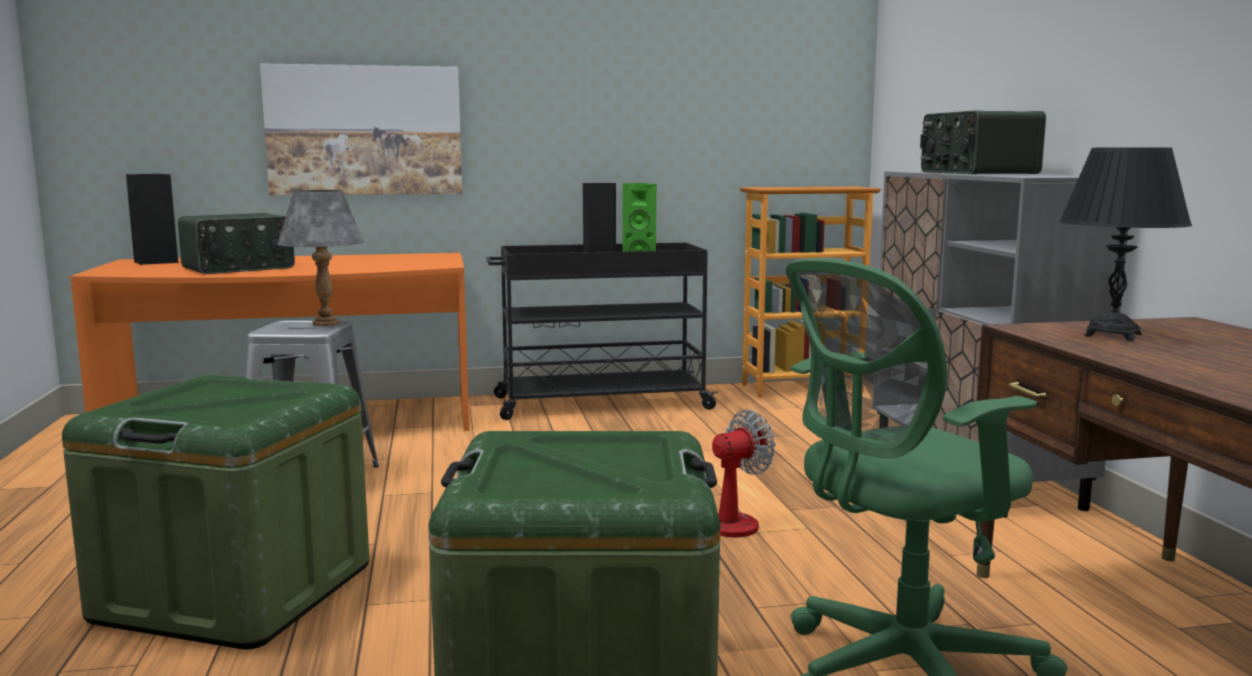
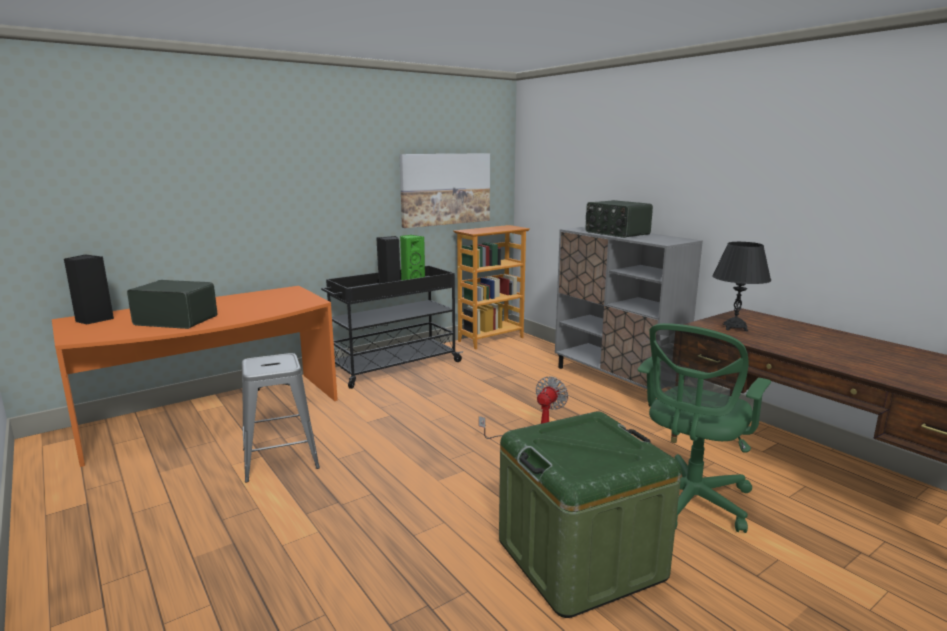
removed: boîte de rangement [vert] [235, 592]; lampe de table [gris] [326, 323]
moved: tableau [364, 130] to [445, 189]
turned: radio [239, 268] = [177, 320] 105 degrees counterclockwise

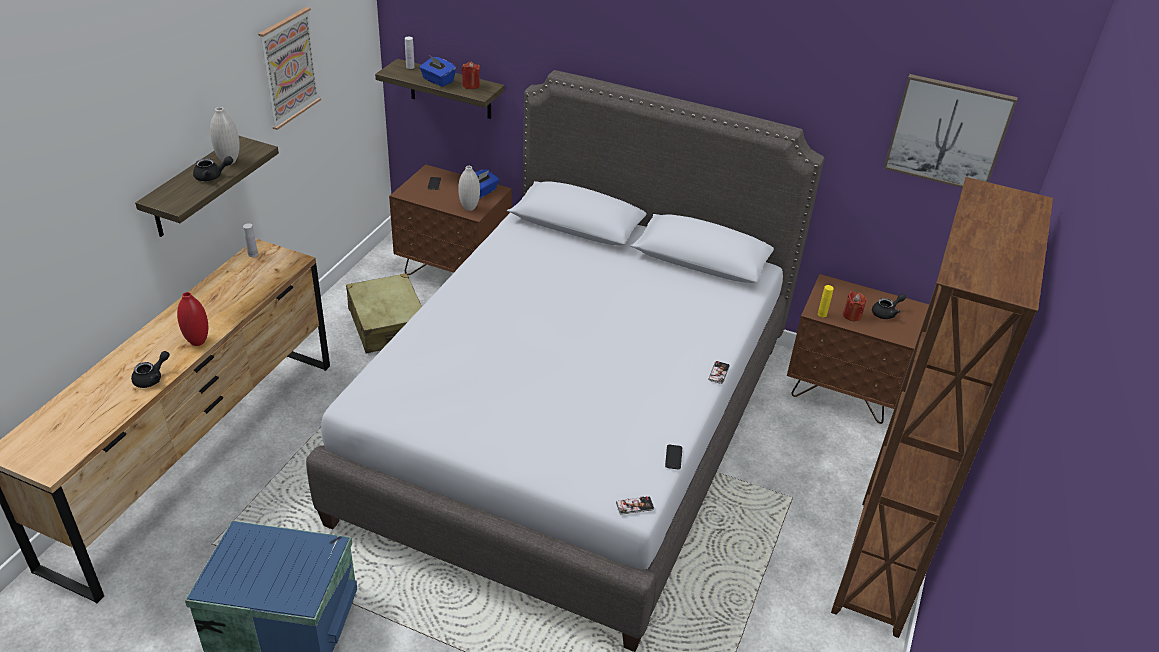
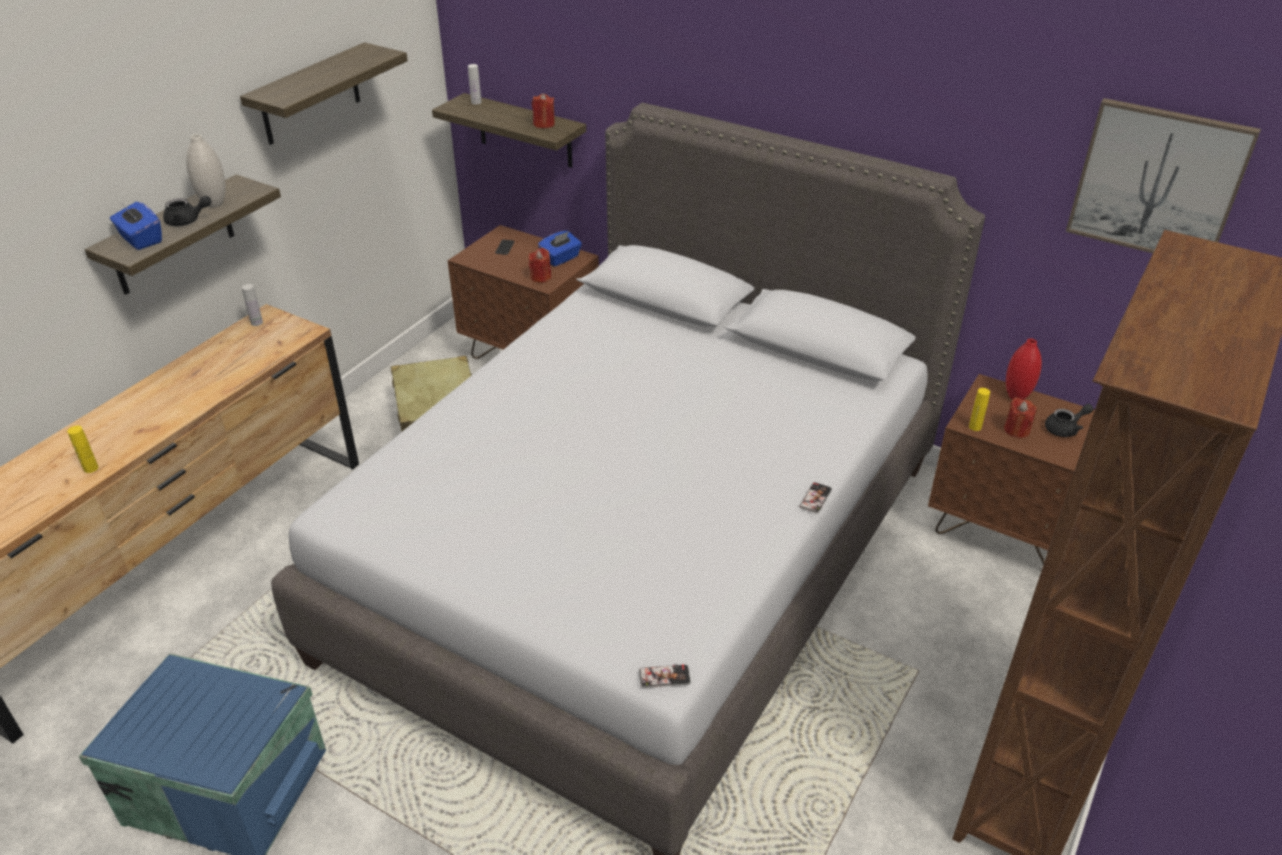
removed: téléphone [673, 457]
moved: boîte à mouchoirs [bleu] [437, 81] to [140, 239]; vase [rouge] [198, 342] to [1016, 397]
replaced: théière [noir] [152, 378] to bouteille [jaune] [91, 468]; tableau [289, 68] to étagère [310, 95]; vase [blanc] [469, 208] to bougie [rouge] [541, 277]

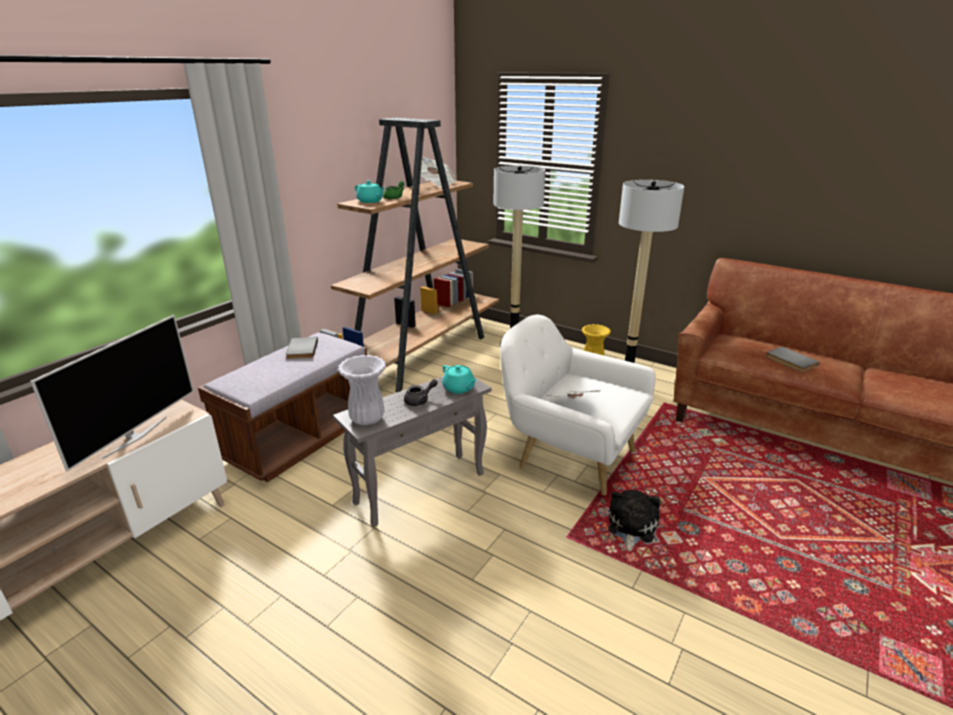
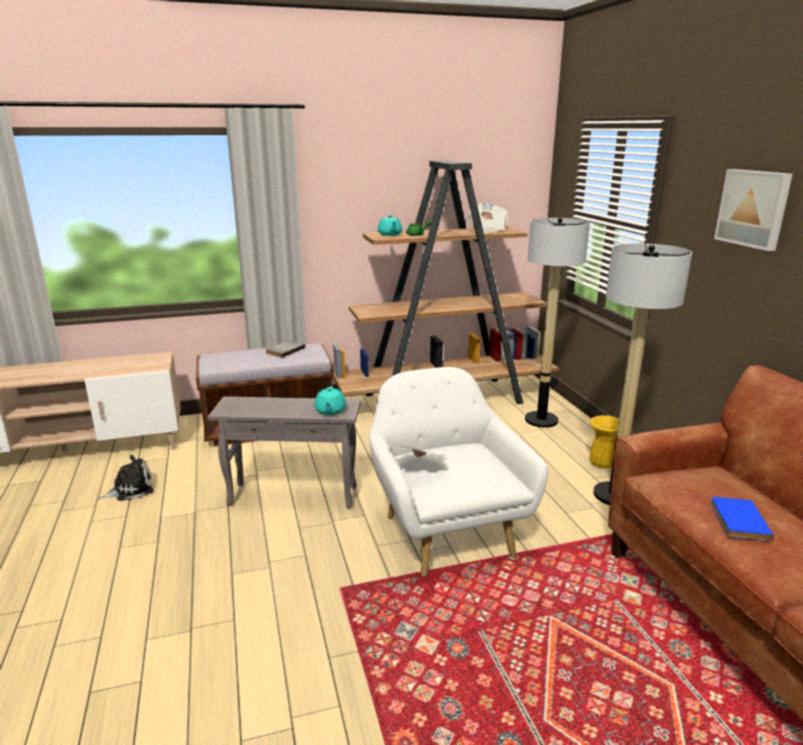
removed: téléviseur [135, 436]; vase [blanc] [368, 418]; théière [gris] [420, 400]
added: tableau [754, 208]
moved: peluche [630, 528] to [131, 489]
recoloured: livre [gris] [790, 361] to livre [bleu] [737, 520]

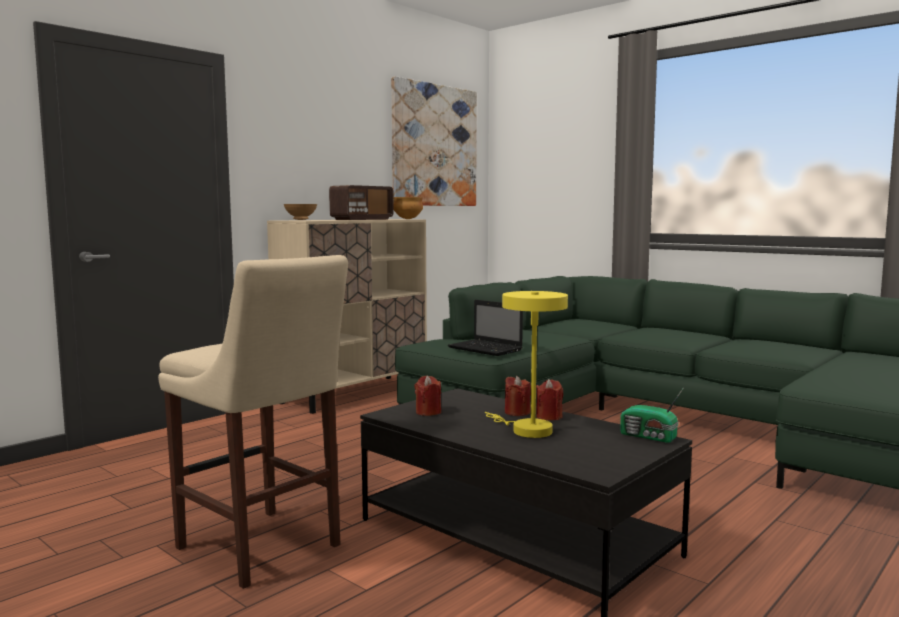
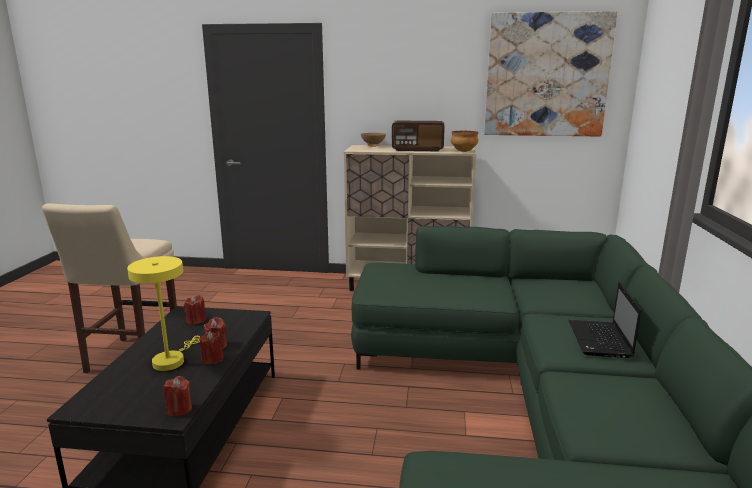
moved: ordinateur portable [486, 349] to [600, 340]
replaced: radio [649, 437] to bougie [rouge] [179, 409]

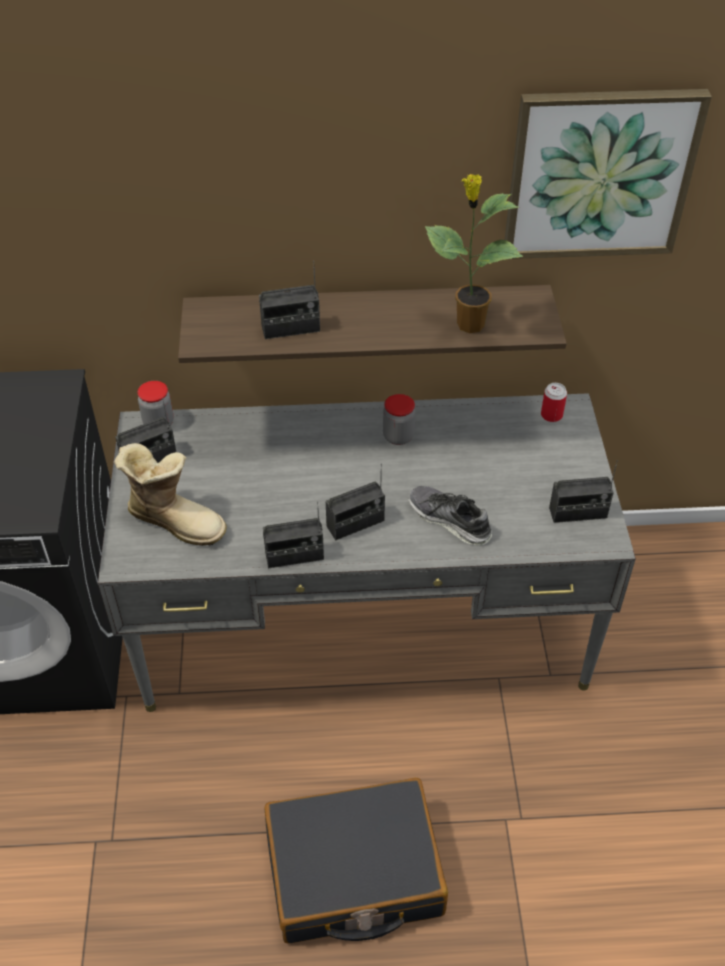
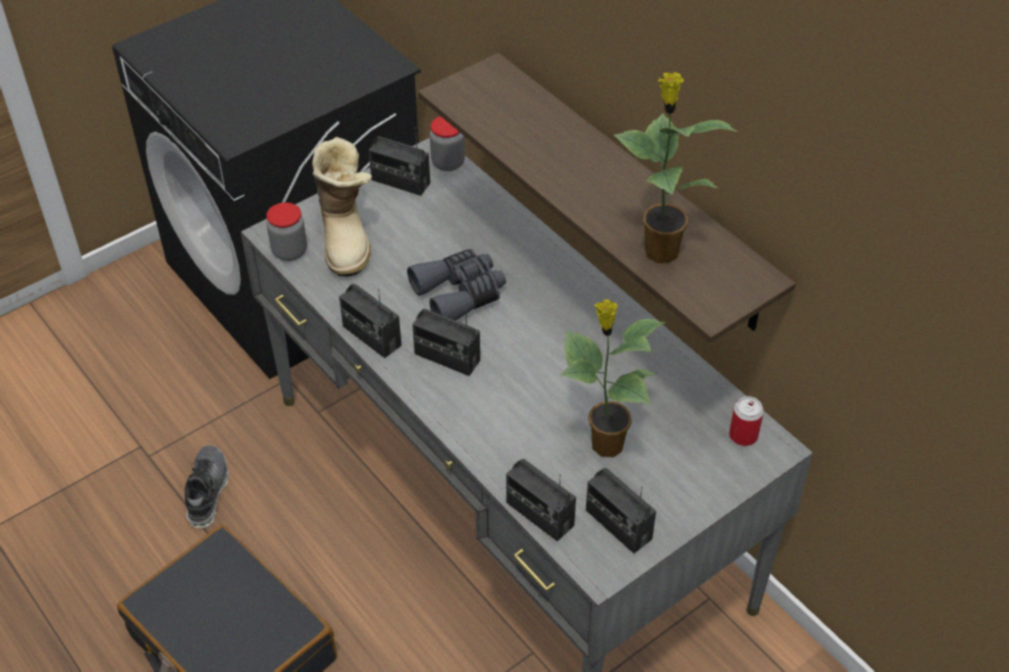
removed: tableau [599, 174]
added: jumelles [gris] [460, 294]; plante en pot [605, 444]
moved: chaussure [449, 520] to [207, 491]; bocal [398, 436] to [289, 251]; radio [290, 329] to [539, 514]

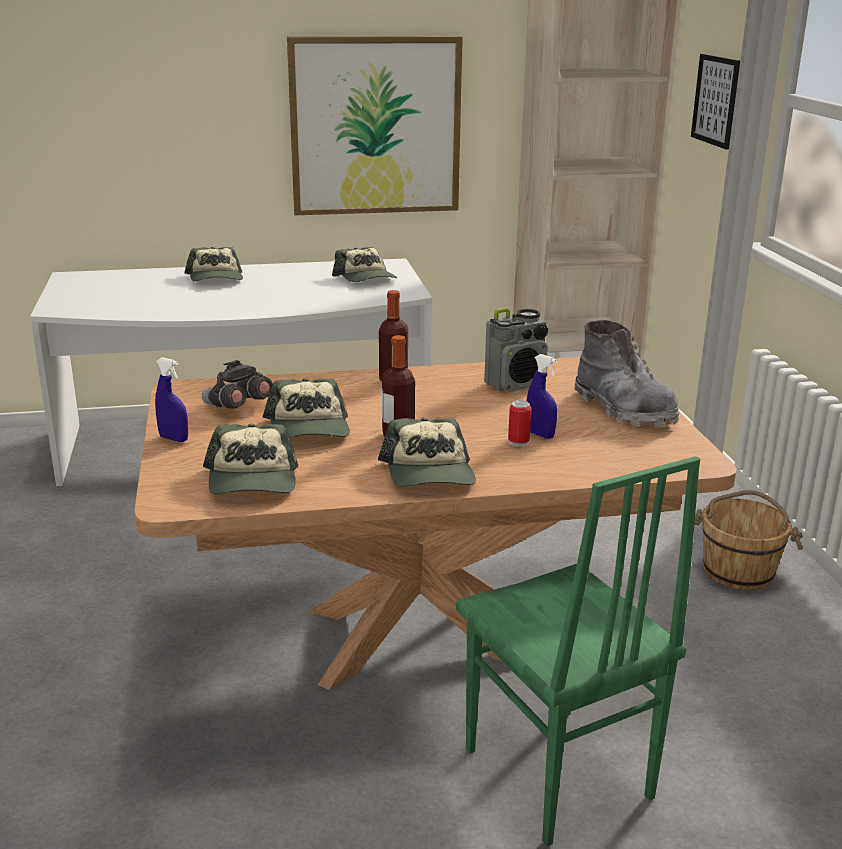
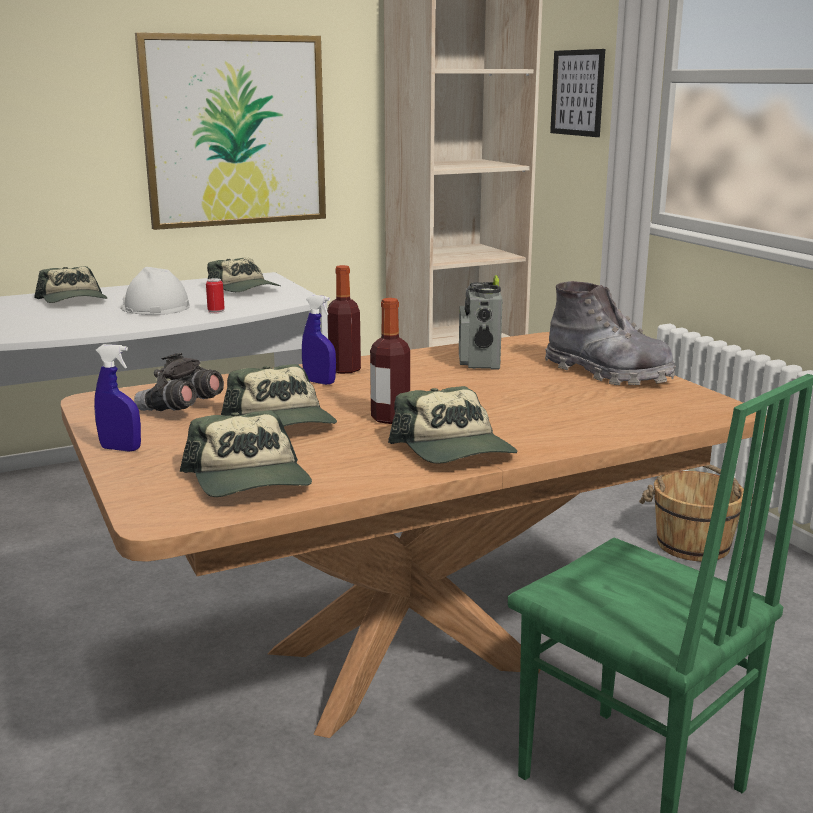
added: casque de chantier [blanc] [155, 307]
moved: boîte métallique [518, 442] to [216, 311]; vaporisateur [bleu] [540, 434] to [319, 382]
turned: radio [516, 384] = [479, 362] 135 degrees clockwise

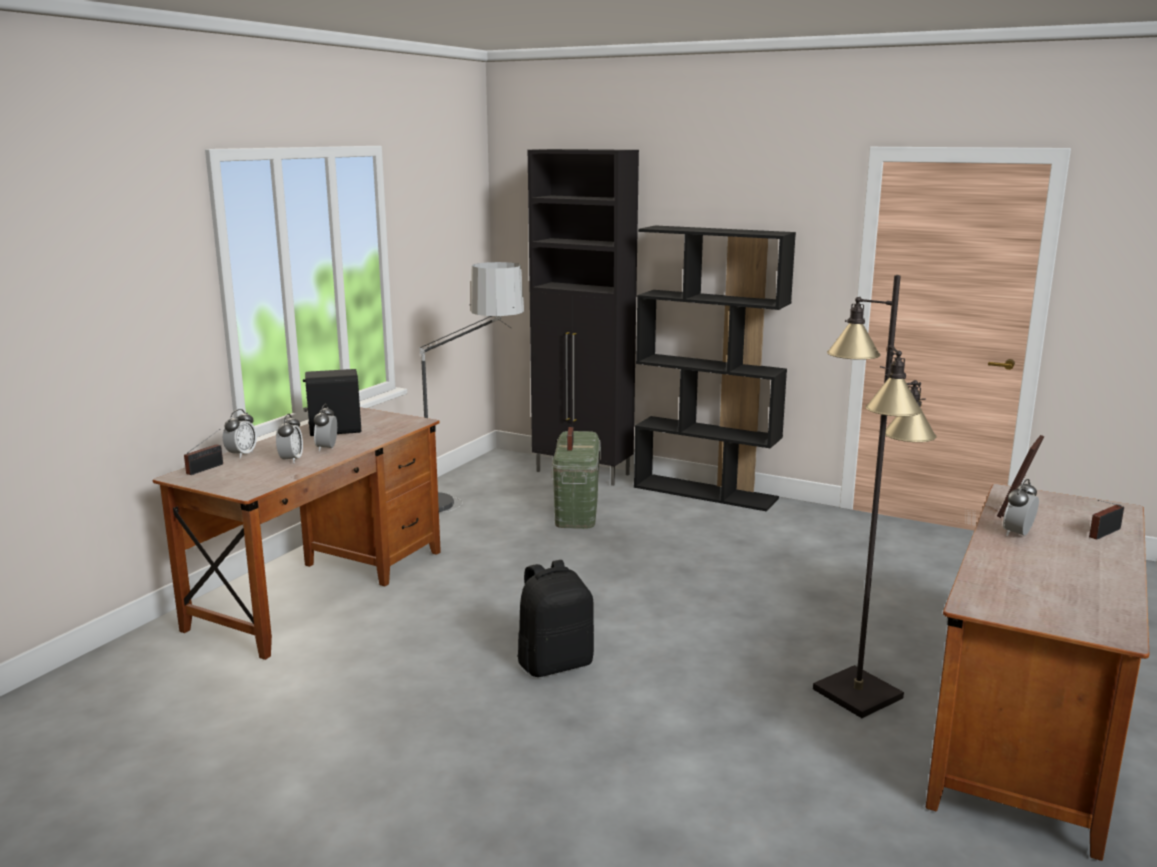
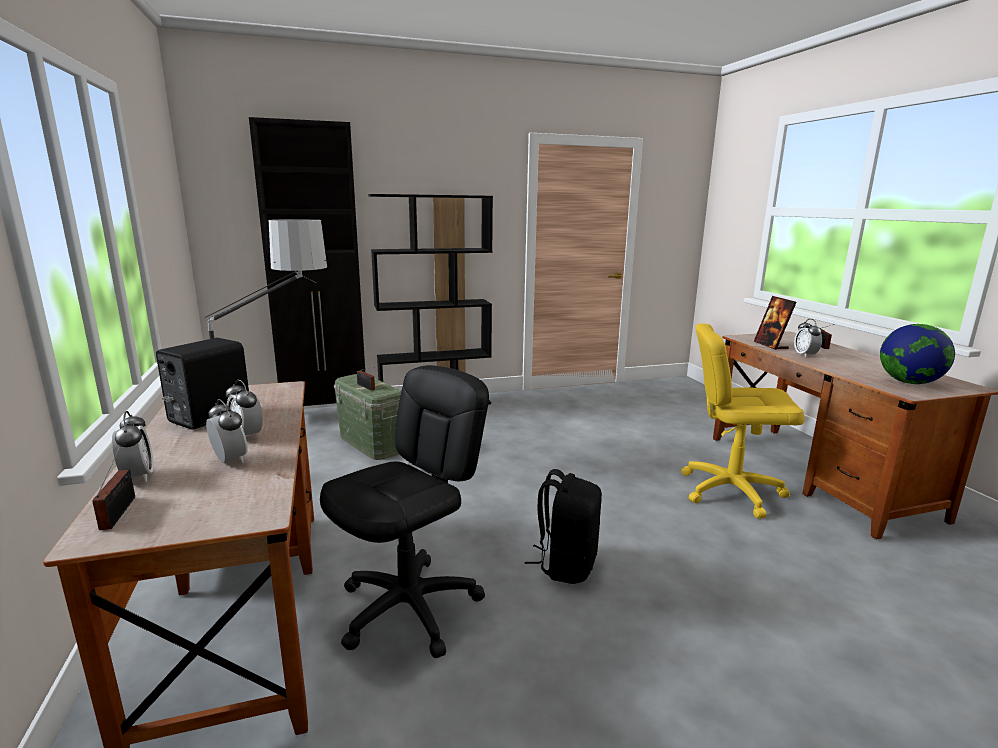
added: chaise de bureau [noir] [410, 608]; globe [909, 382]
replaced: lampadaire [noir] [857, 693] to chaise de bureau [jaune] [730, 491]

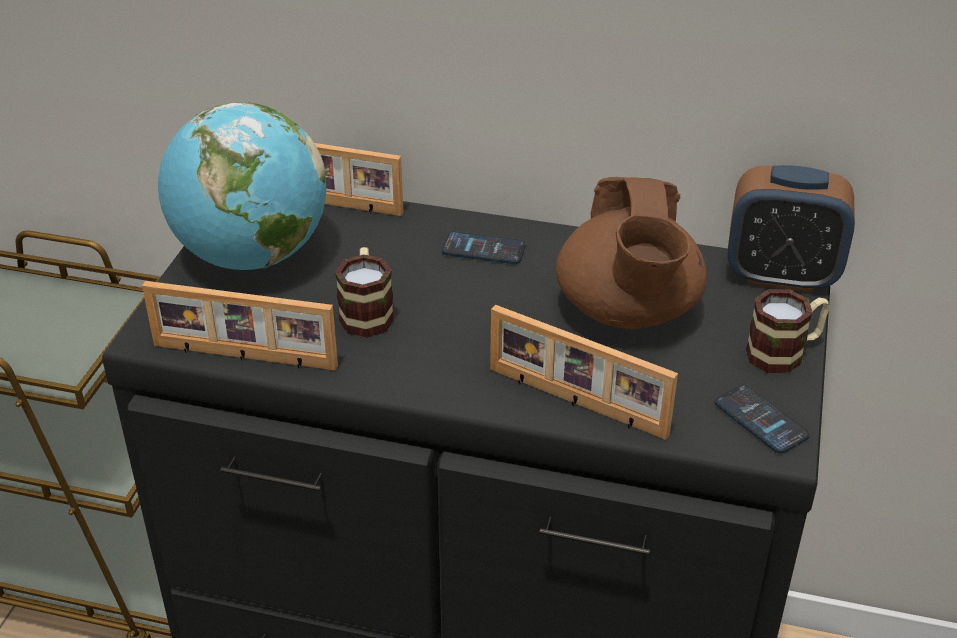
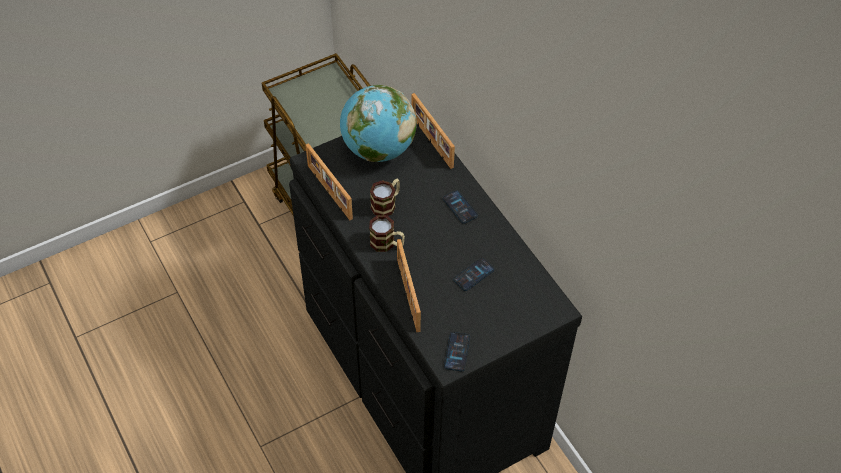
removed: réveil [781, 276]
moved: mug [784, 352] to [387, 244]
replaced: théière [marron] [628, 312] to téléphone [473, 275]

